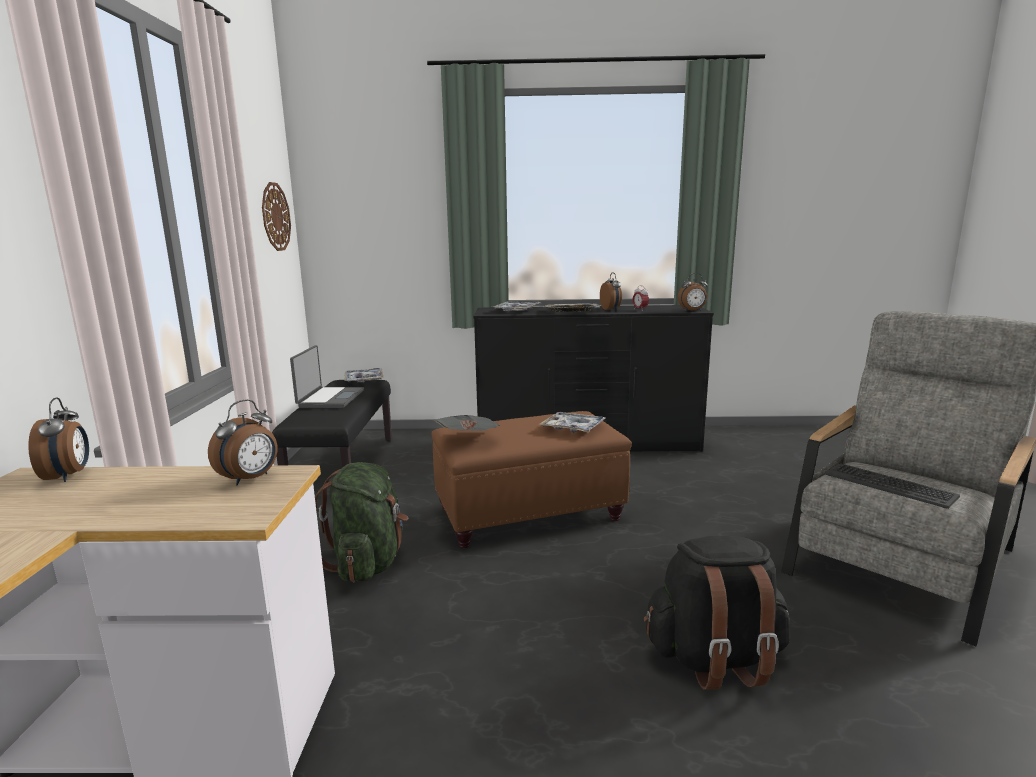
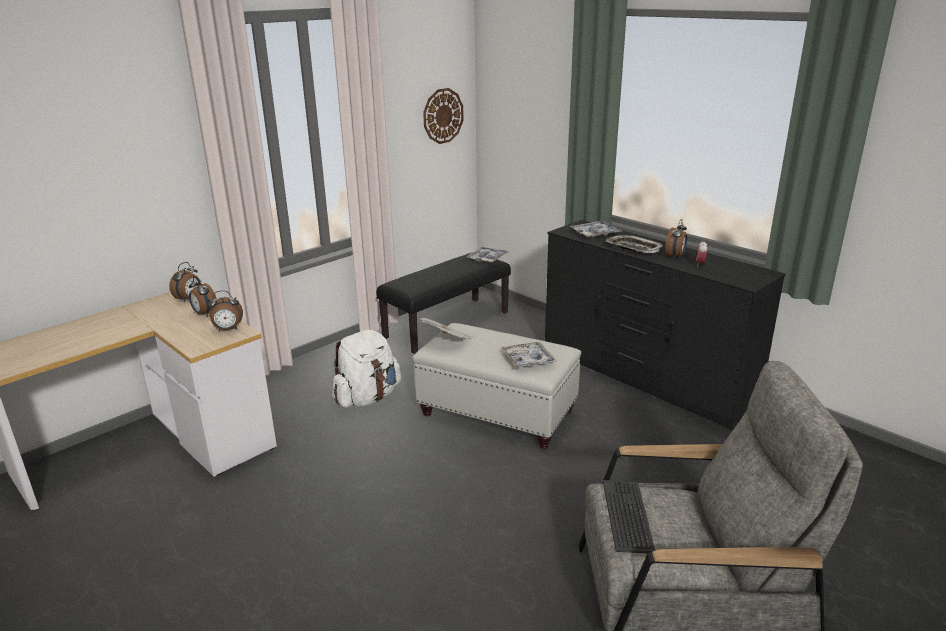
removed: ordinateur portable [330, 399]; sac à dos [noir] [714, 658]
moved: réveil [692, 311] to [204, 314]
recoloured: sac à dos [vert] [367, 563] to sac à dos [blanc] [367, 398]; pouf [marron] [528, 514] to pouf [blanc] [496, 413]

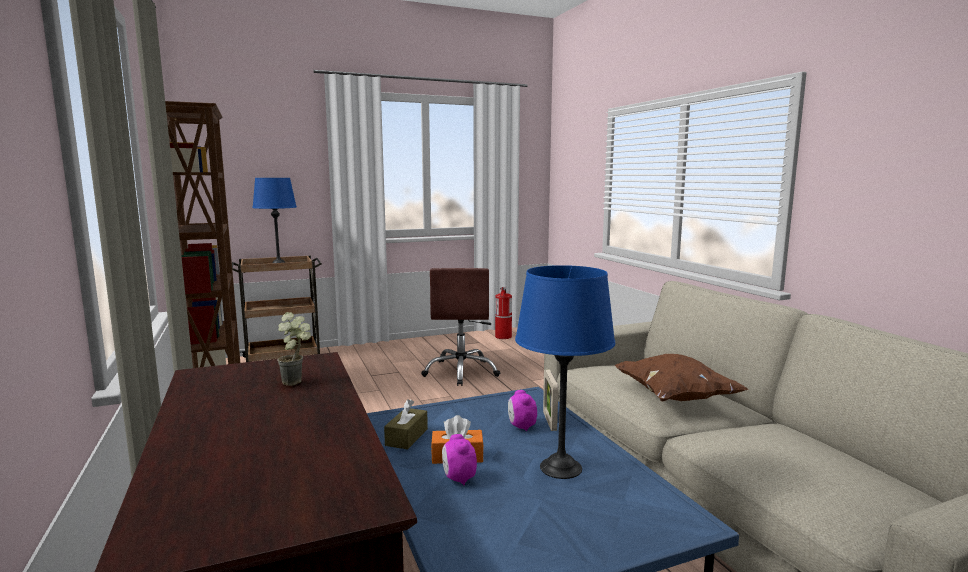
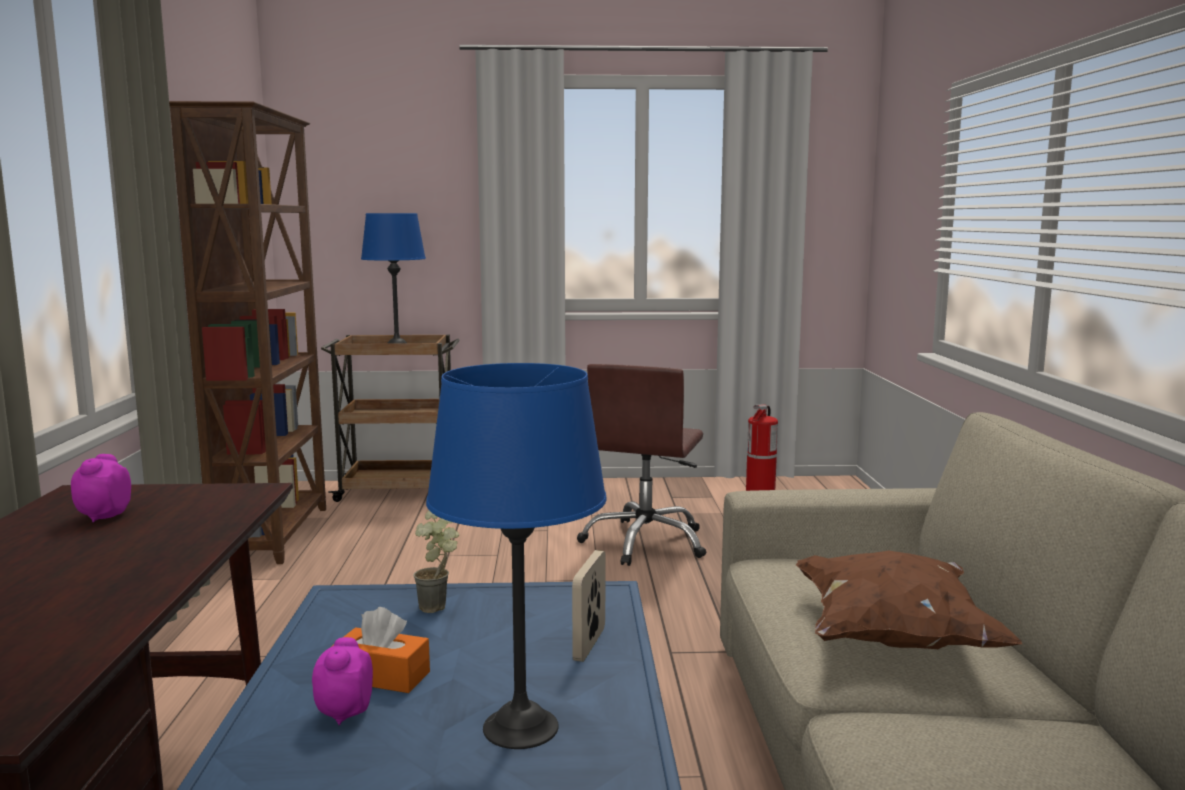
removed: boîte à mouchoirs [marron] [406, 437]
moved: réveil [521, 427] to [103, 516]; plante en pot [298, 382] to [440, 608]

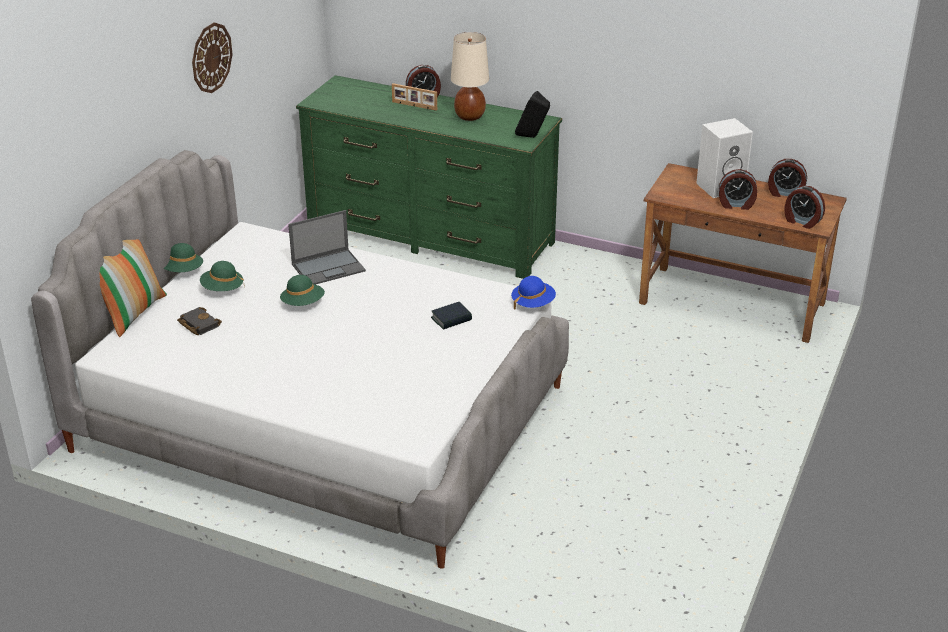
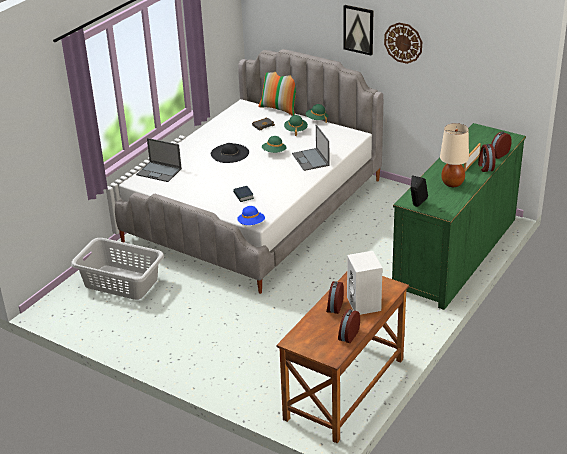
added: panier à linge [gris] [121, 282]; ordinateur portable [159, 172]; chapeau [noir] [229, 153]; tableau [358, 29]
moved: réveil [801, 221] to [498, 154]

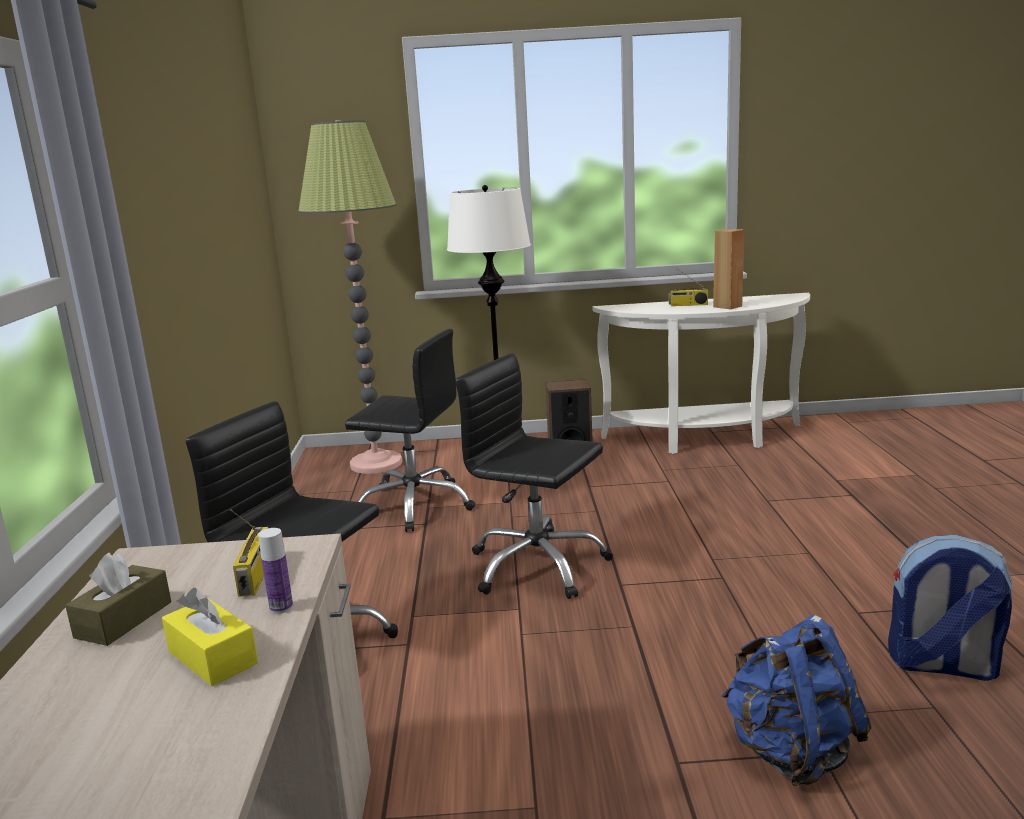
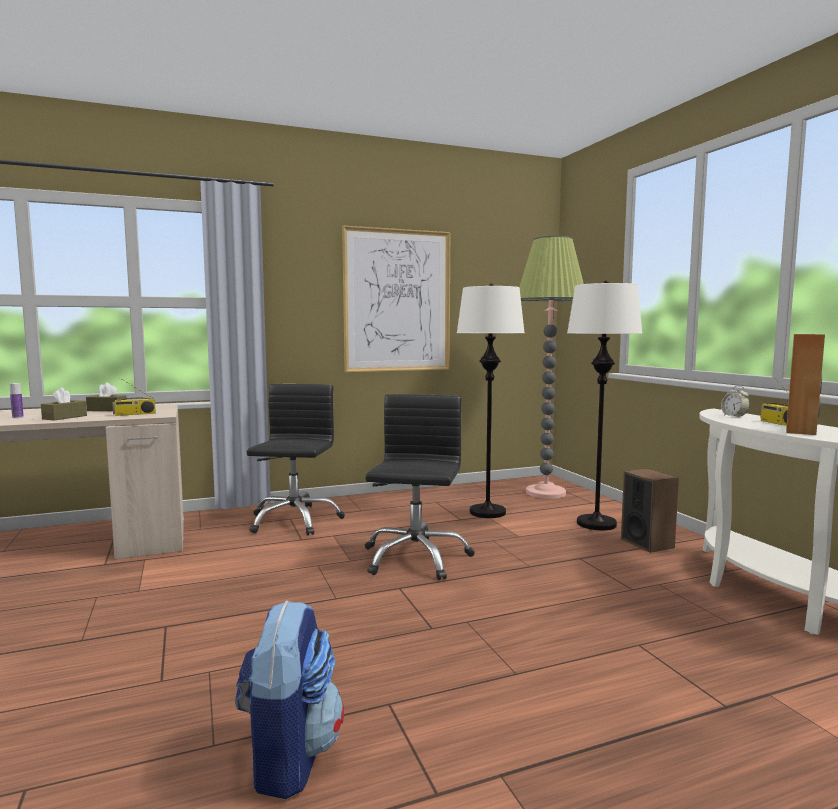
removed: sac à dos [bleu] [791, 753]
added: tableau [397, 301]; réveil [734, 416]
moved: bouteille [281, 607] to [17, 417]
replaced: chaise de bureau [noir] [415, 505] to lampadaire [blanc] [487, 512]
recoloured: boîte à mouchoirs [jaune] [212, 657] to boîte à mouchoirs [marron] [64, 417]

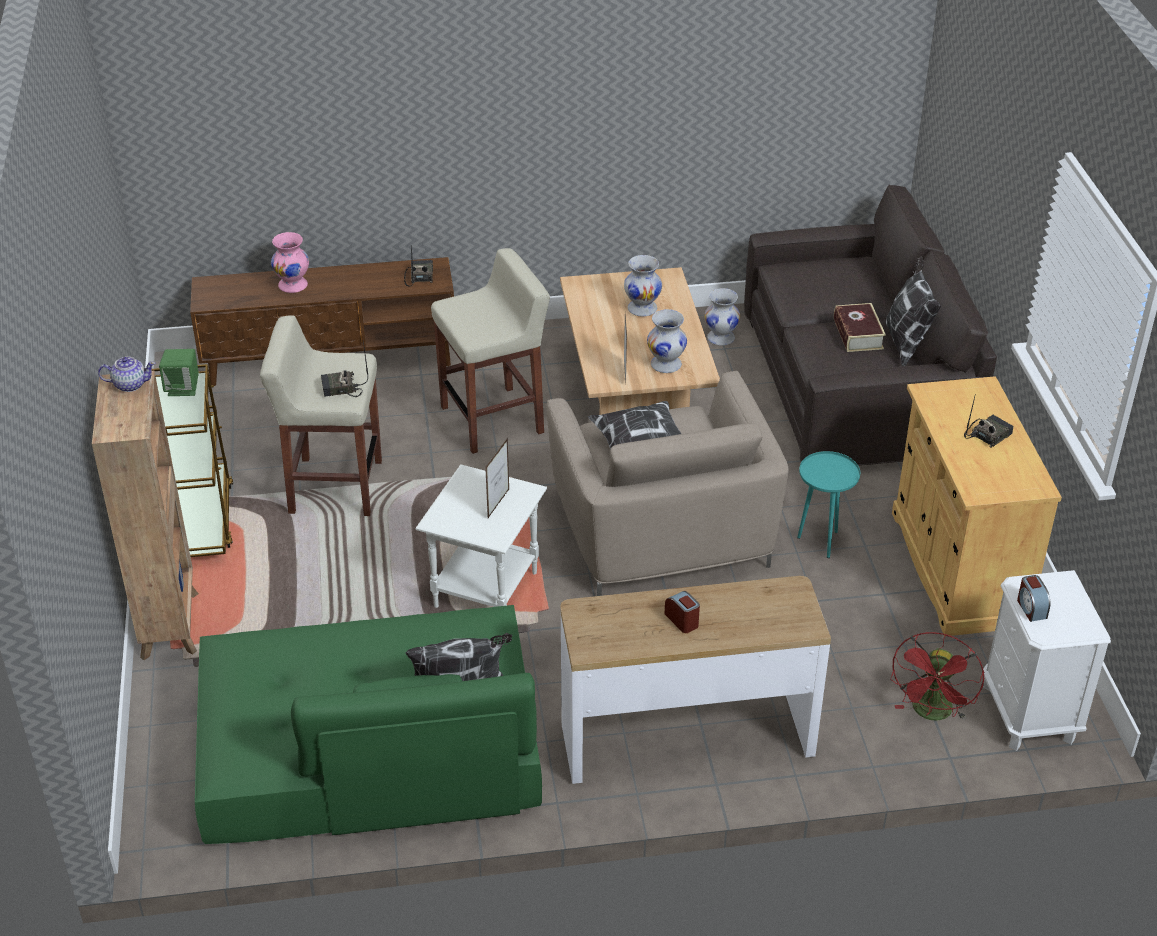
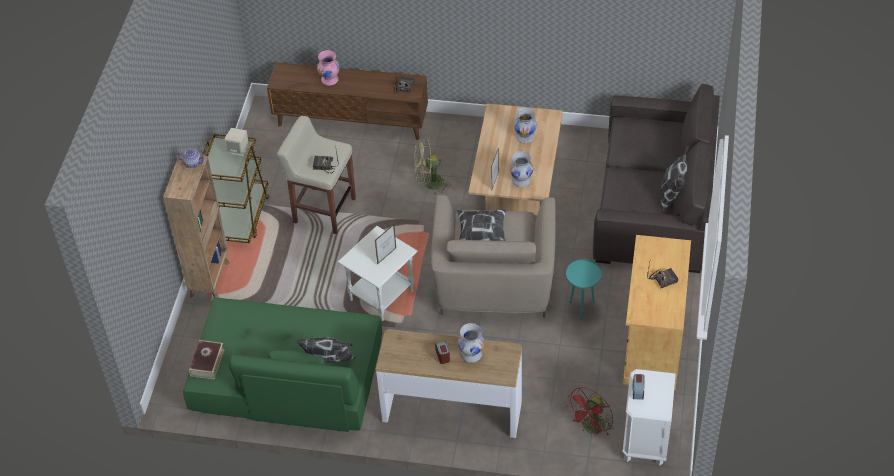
moved: livre [858, 334] to [207, 363]; vase [blanc] [720, 338] to [471, 354]
replaced: tabouret [beige] [494, 420] to ventilateur [vert] [429, 184]
recoloured: enceinte [vert] [183, 388] to enceinte [beige] [238, 150]

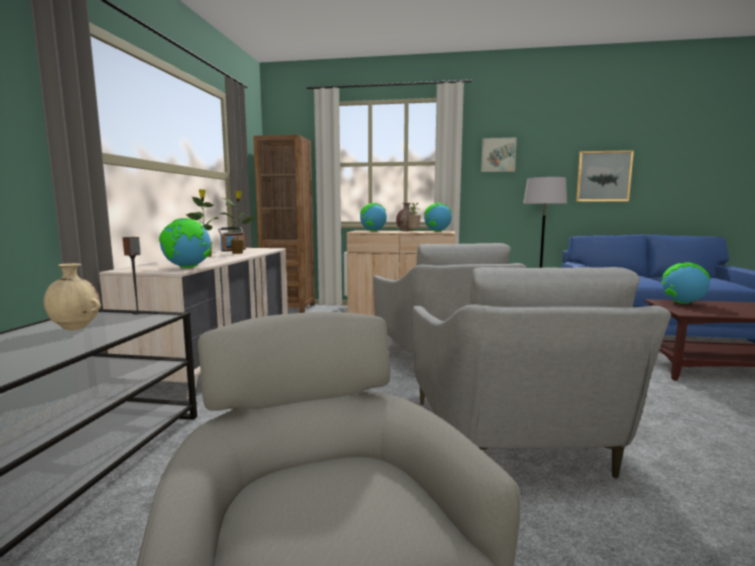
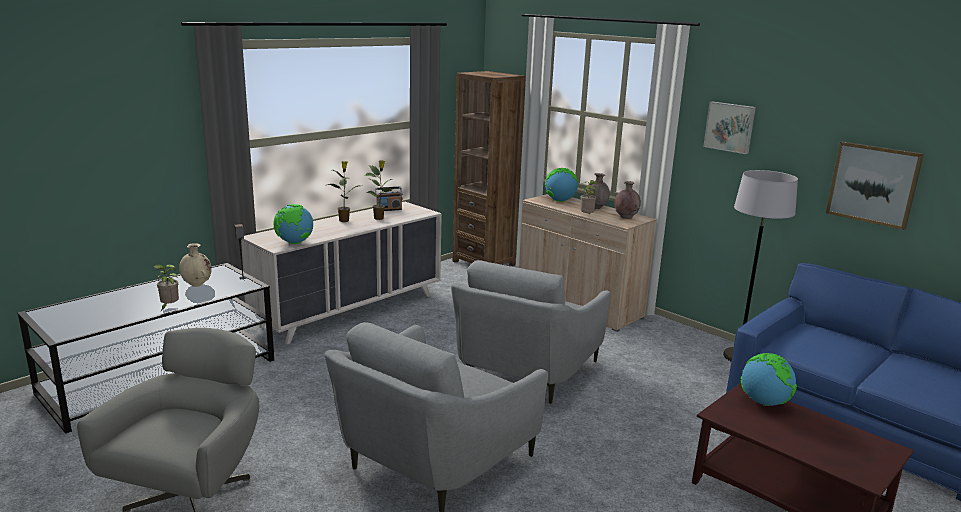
added: plante en pot [169, 307]
replaced: globe [437, 231] to vase [marron] [625, 217]

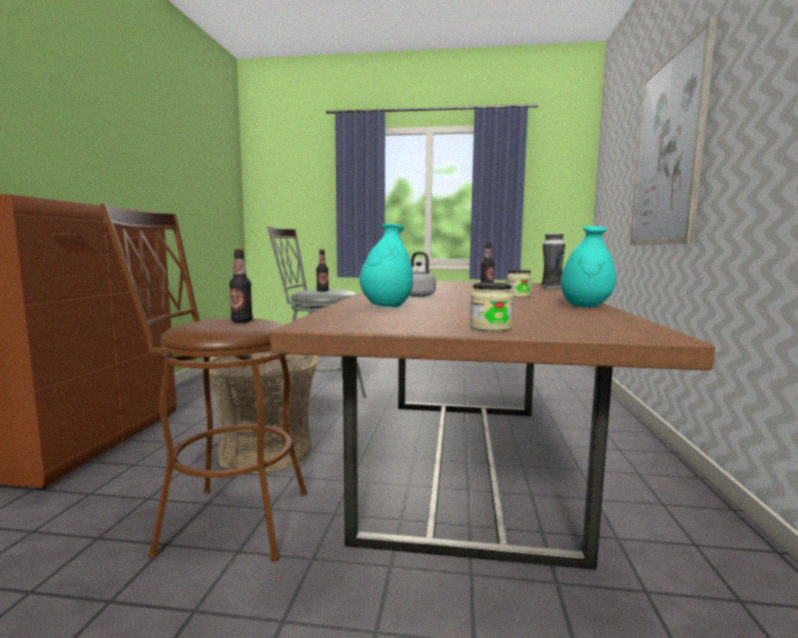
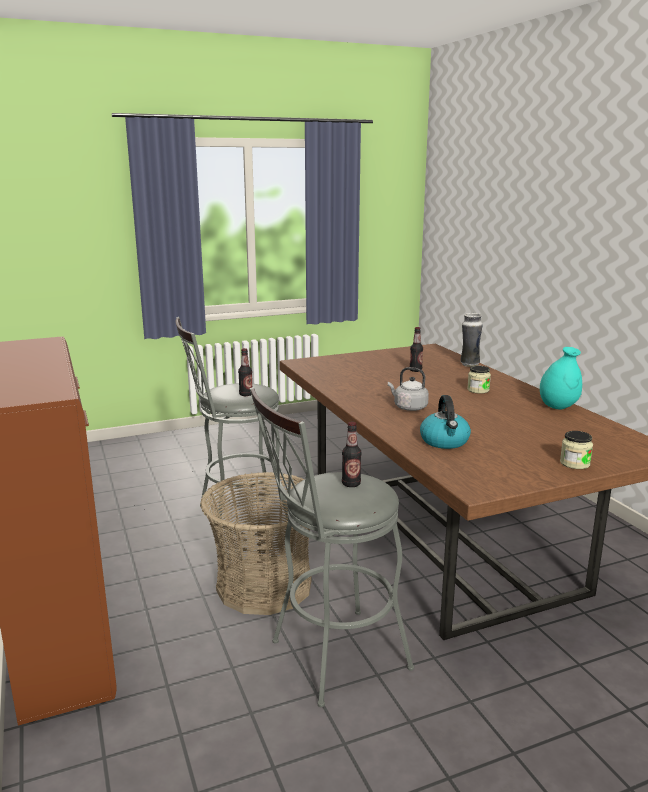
removed: tableau [668, 150]
replaced: vase [turquoise] [386, 307] to bouilloire [445, 441]
recoloured: tabouret [marron] [223, 520] to tabouret [gris] [330, 658]

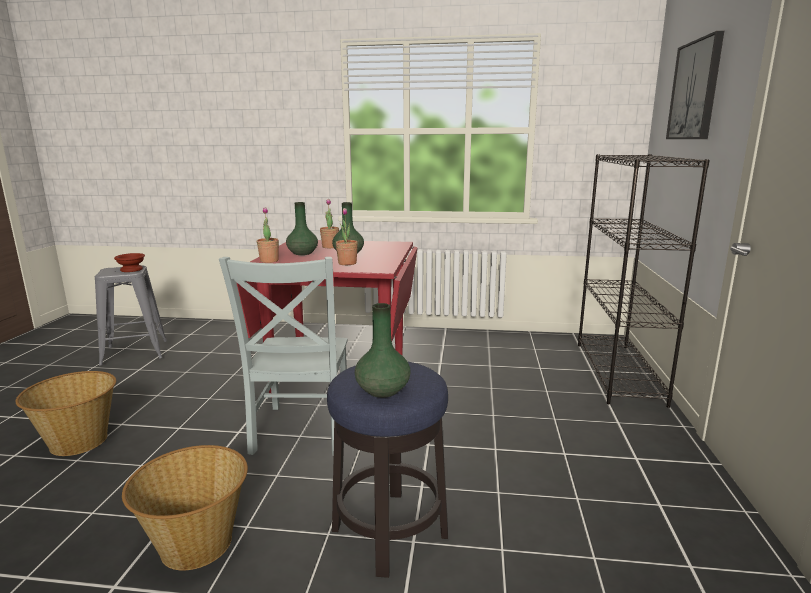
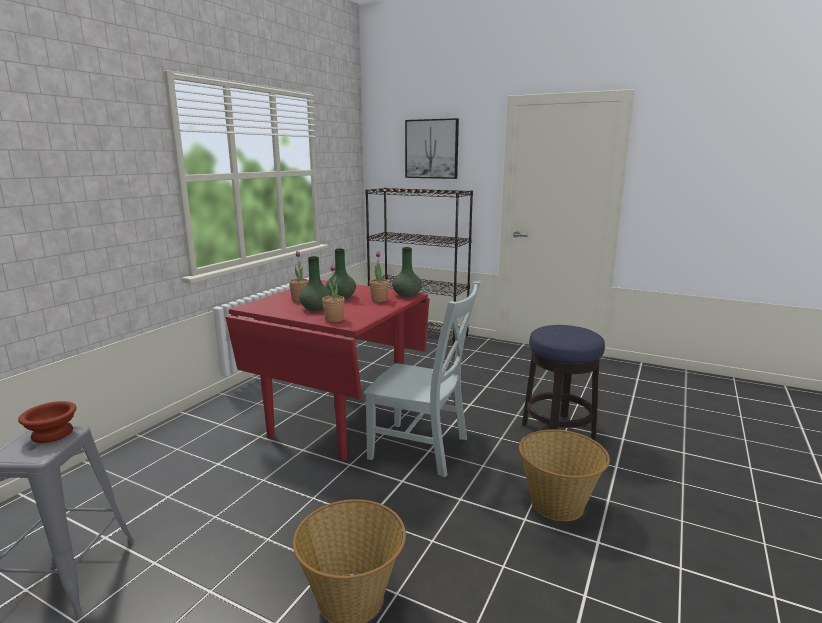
moved: vase [vert] [382, 391] to [407, 295]

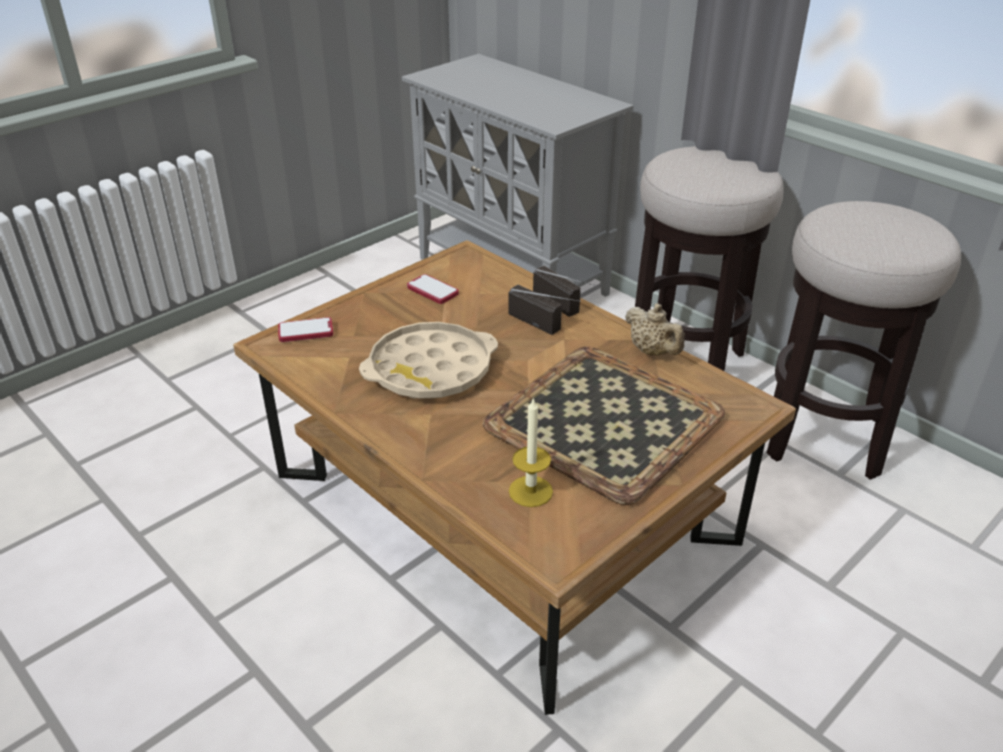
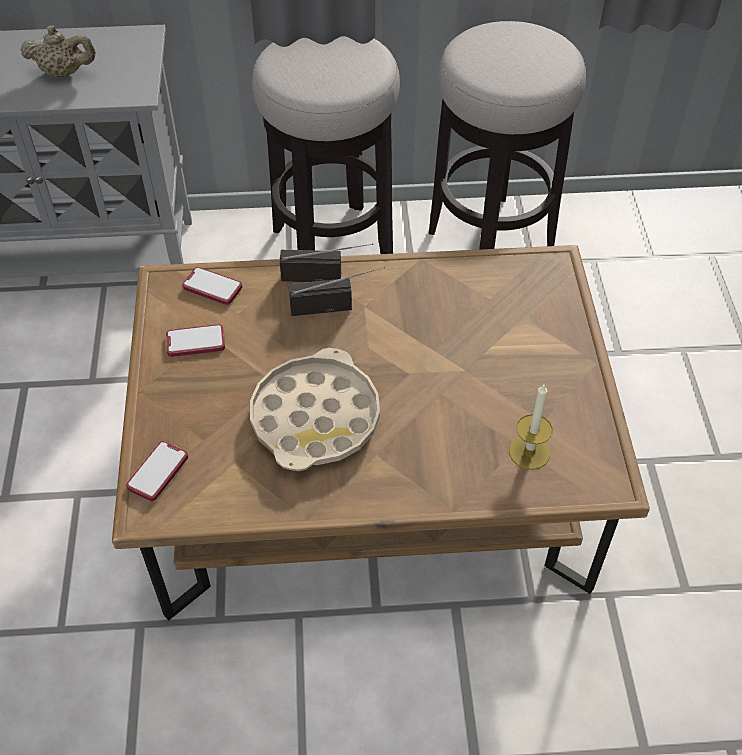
removed: plateau [601, 421]
added: téléphone [212, 287]
moved: théière [beige] [652, 352] to [64, 73]

